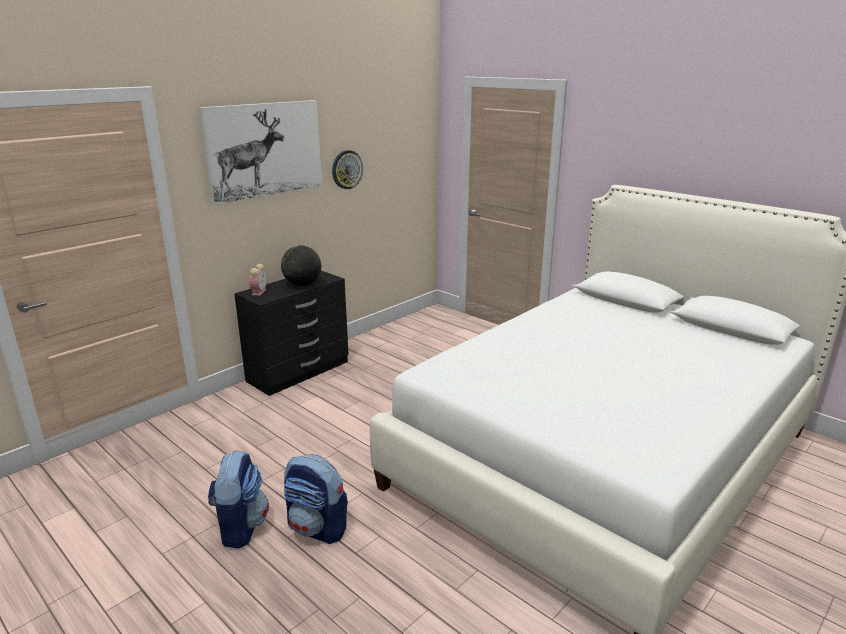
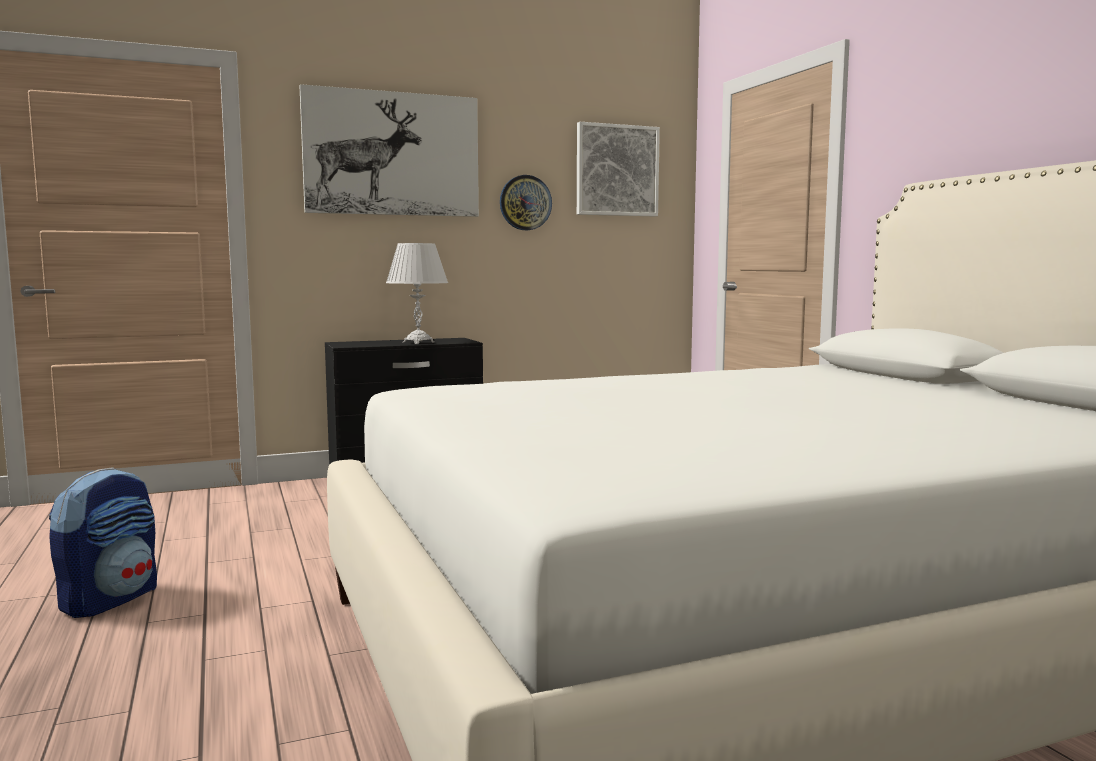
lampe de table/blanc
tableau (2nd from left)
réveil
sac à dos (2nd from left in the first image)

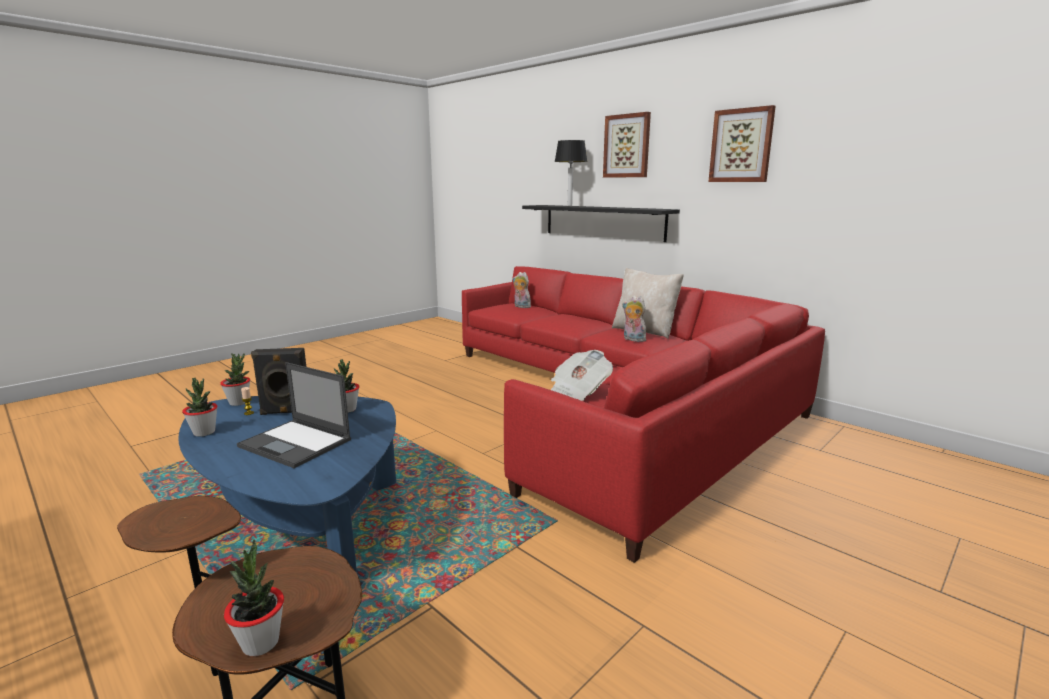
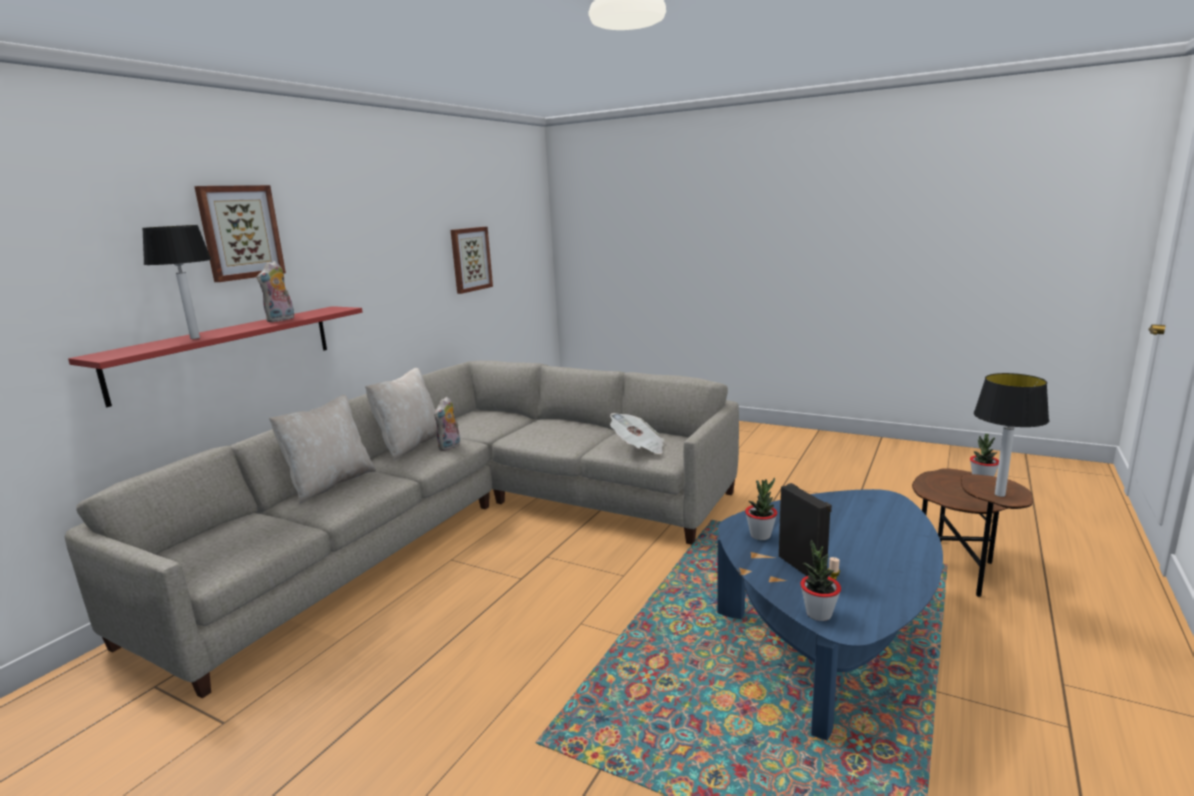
canapé/gris
étagère/rouge
peluche (1st from left)
coussin/beige (1st from left)
tableau (2nd from left)
lampe de table (2nd from left)
plante en pot (1st from left in the first image)
ordinateur portable

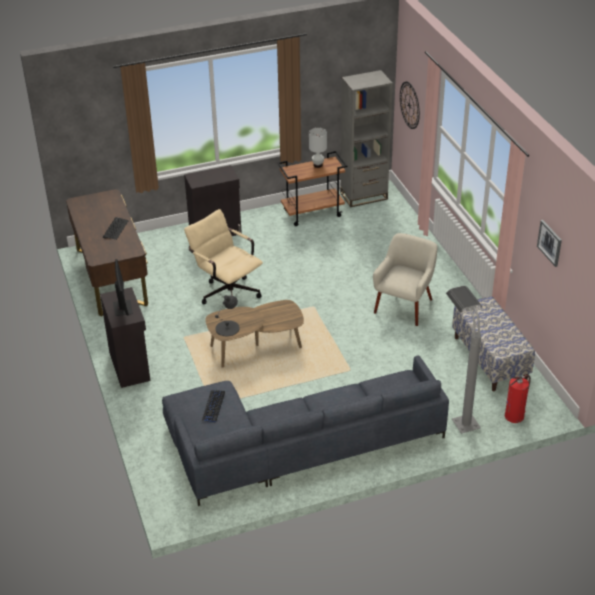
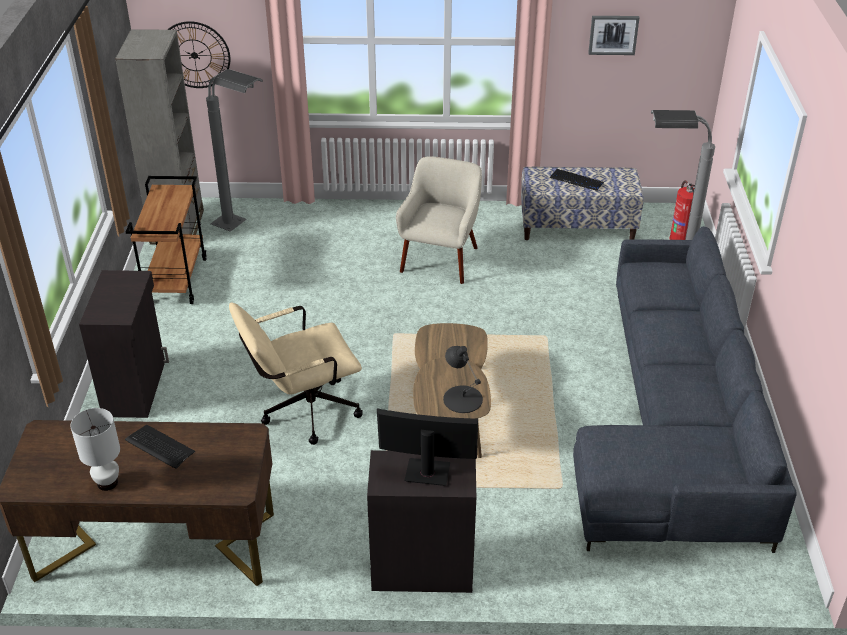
lampe de table/blanc
lampadaire/gris (1st from left)
fauteuil/beige
clavier (2nd from left)

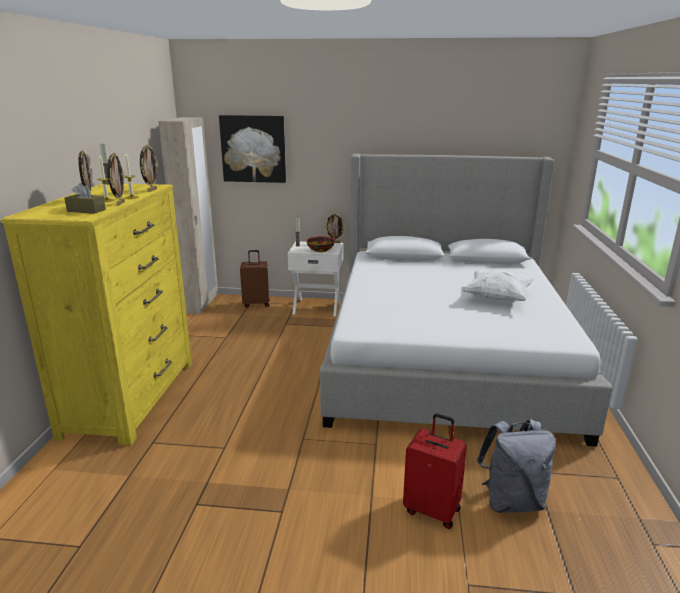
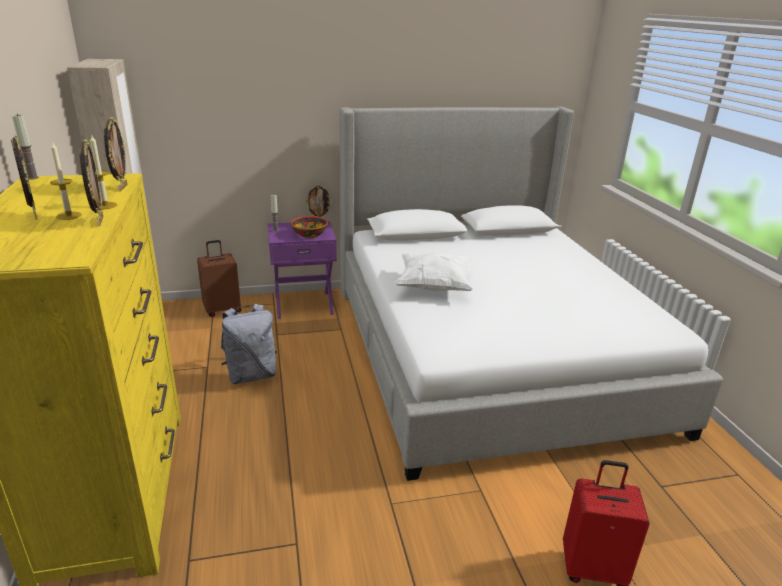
sac à dos/gris
table de chevet/violet
coussin/blanc
boîte à mouchoirs/marron
tableau

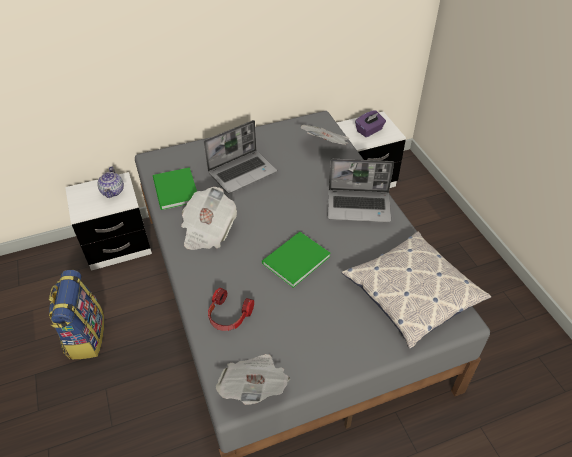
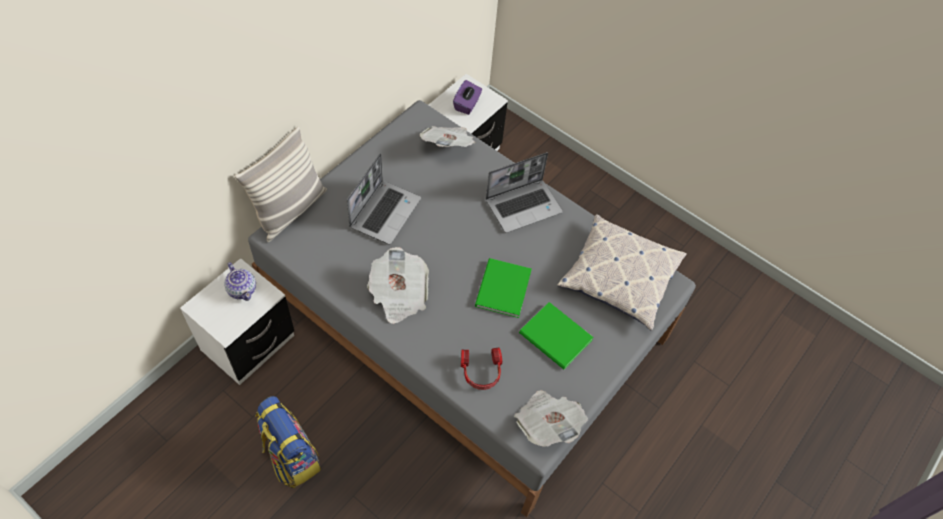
coussin (1st from left)
livre/vert (2nd from left)

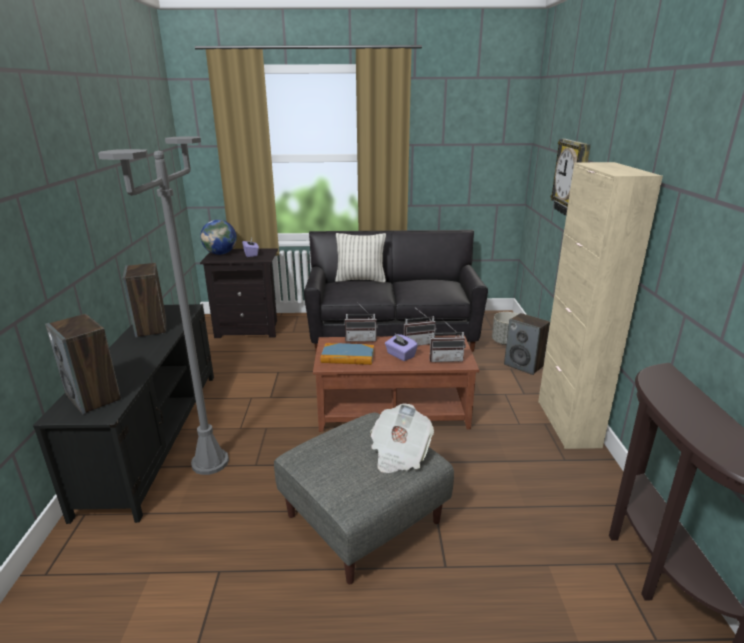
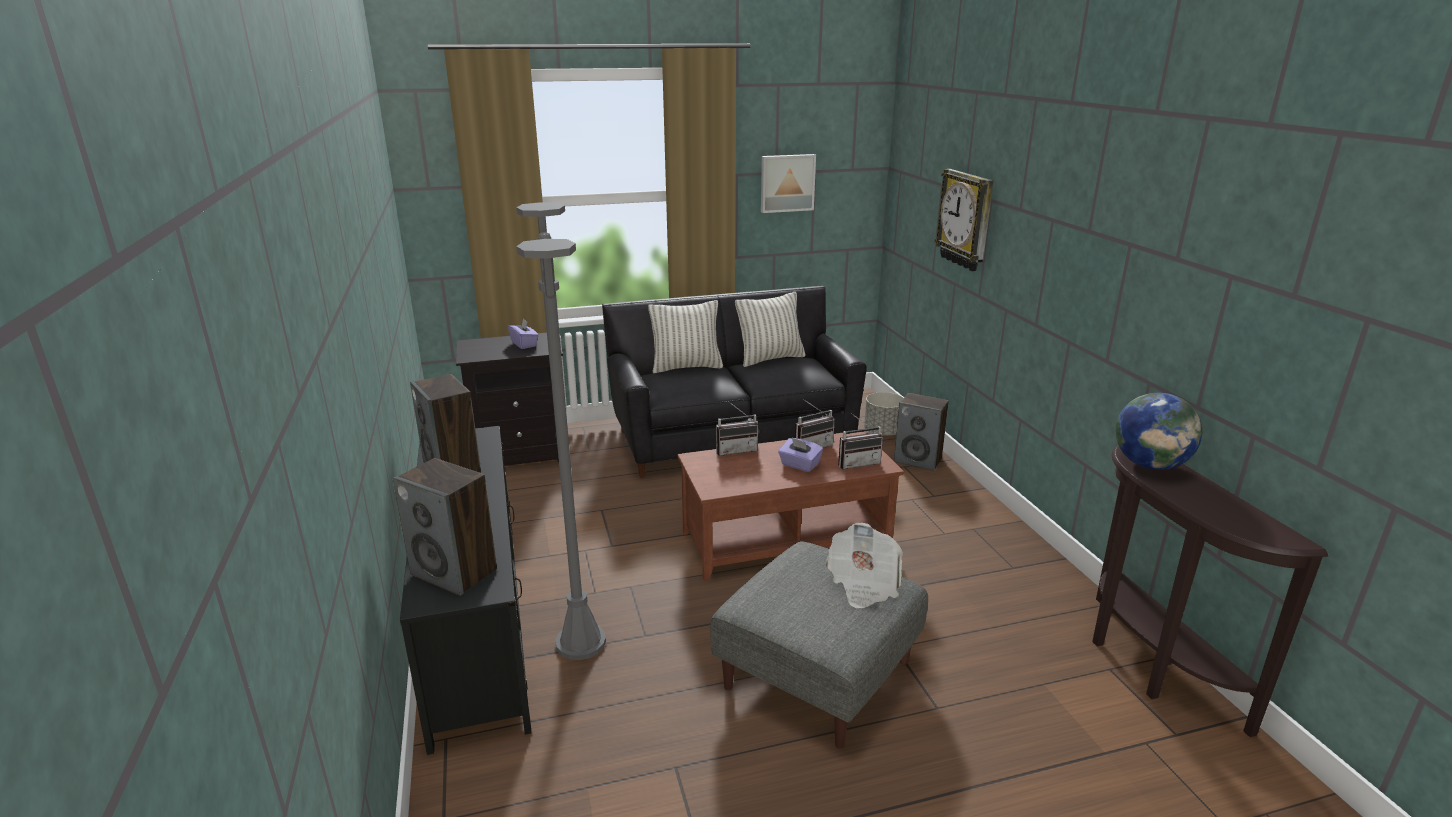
coussin (2nd from left)
tableau
globe
livre
meuble de rangement/beige

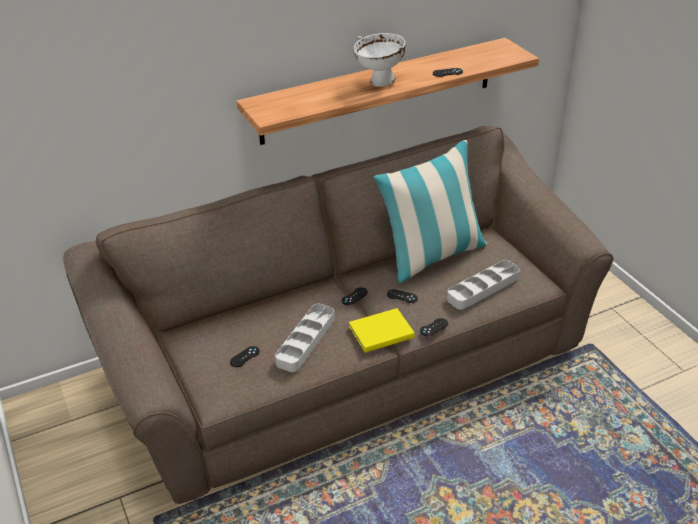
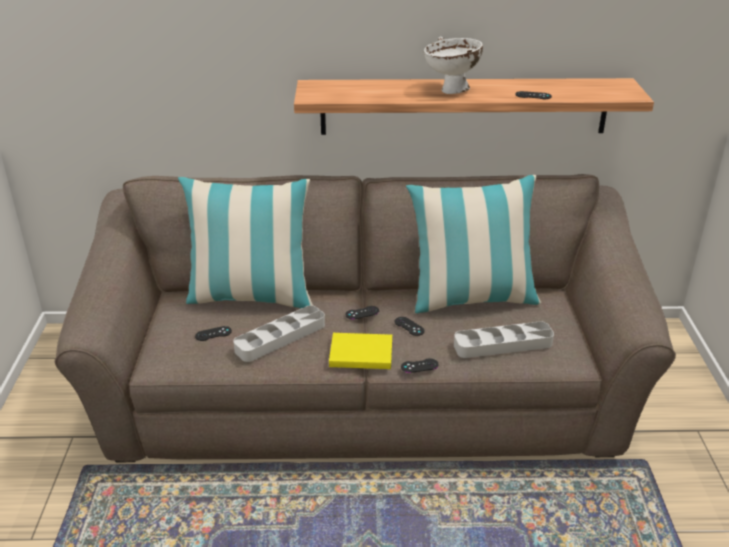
coussin (1st from left)

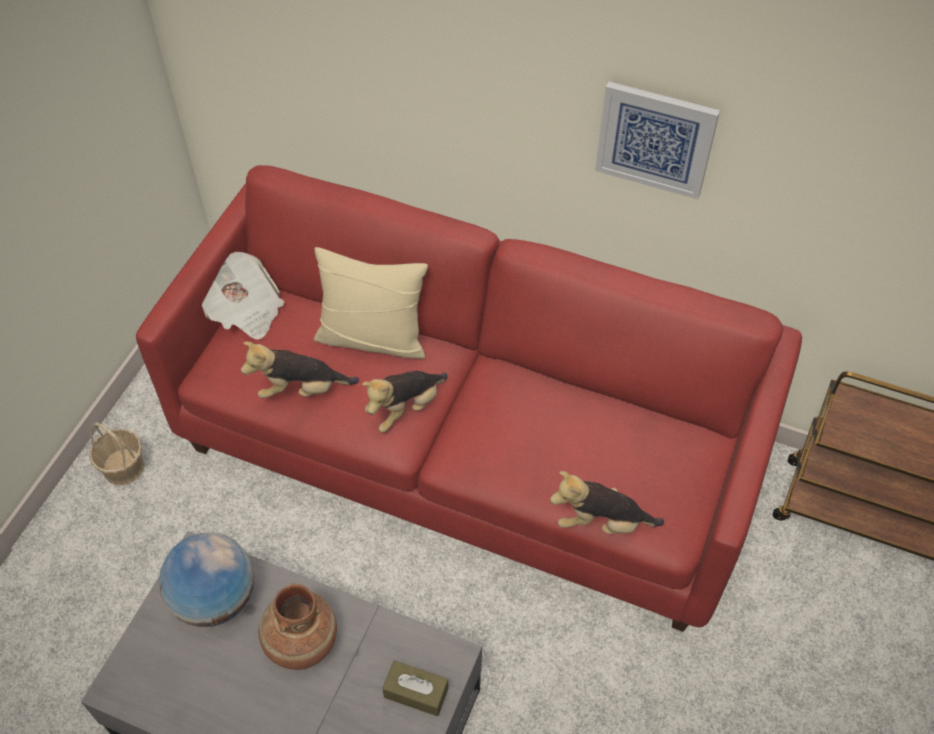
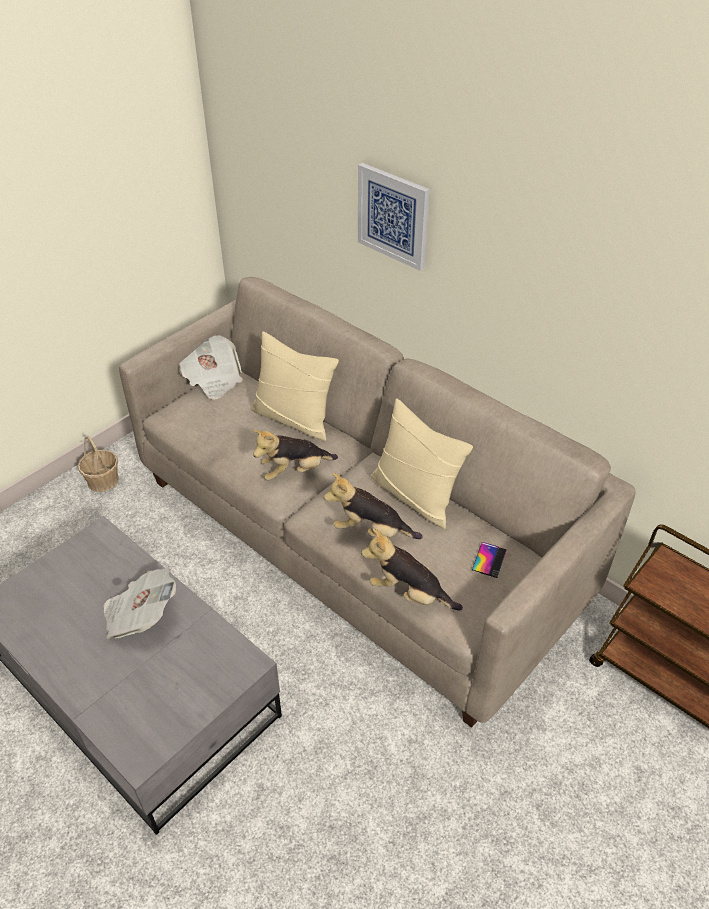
journal (1st from left)
canapé/beige
peluche (2nd from left)
tableau
coussin/beige (2nd from left)
téléphone
globe
boîte à mouchoirs/marron

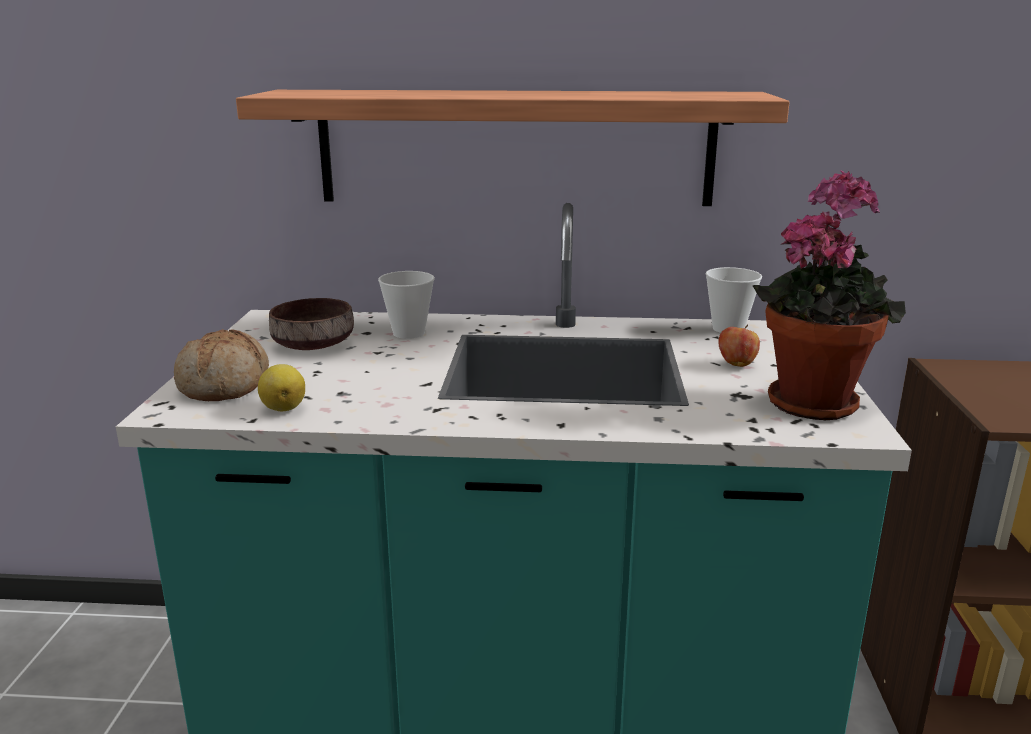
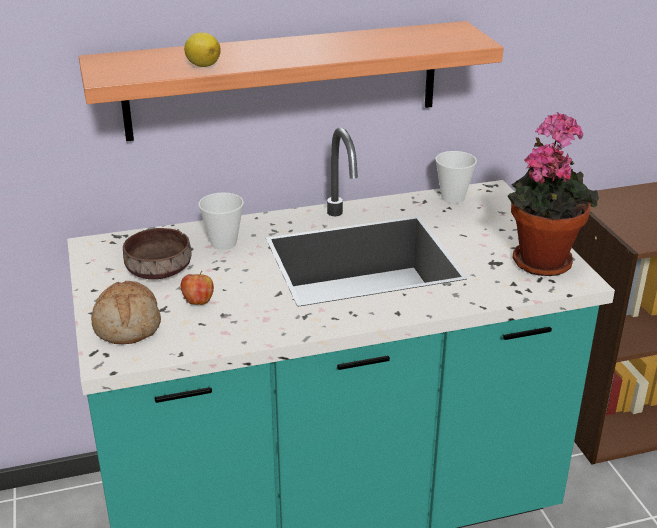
pomme
citron

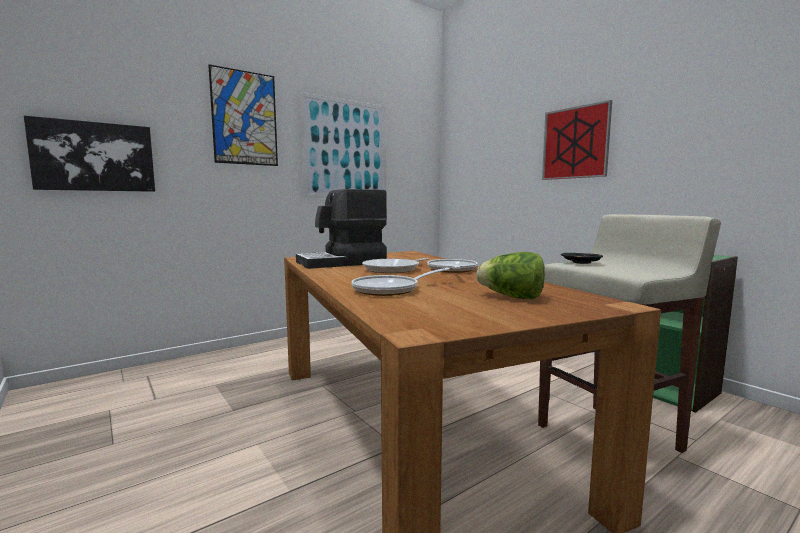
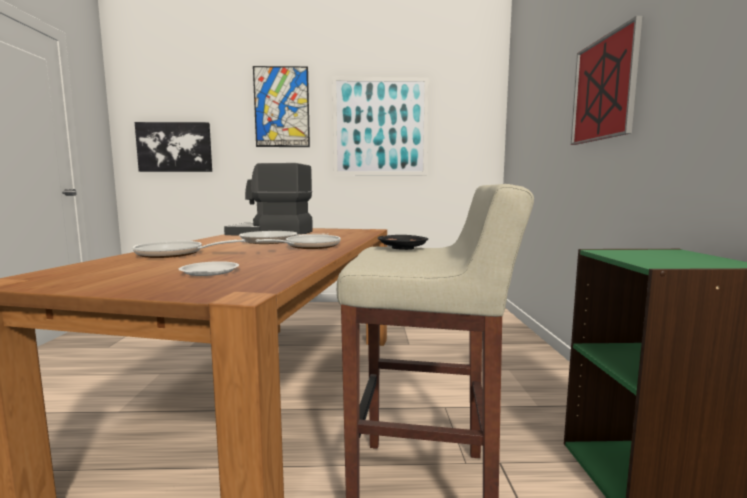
assiette/blanc

